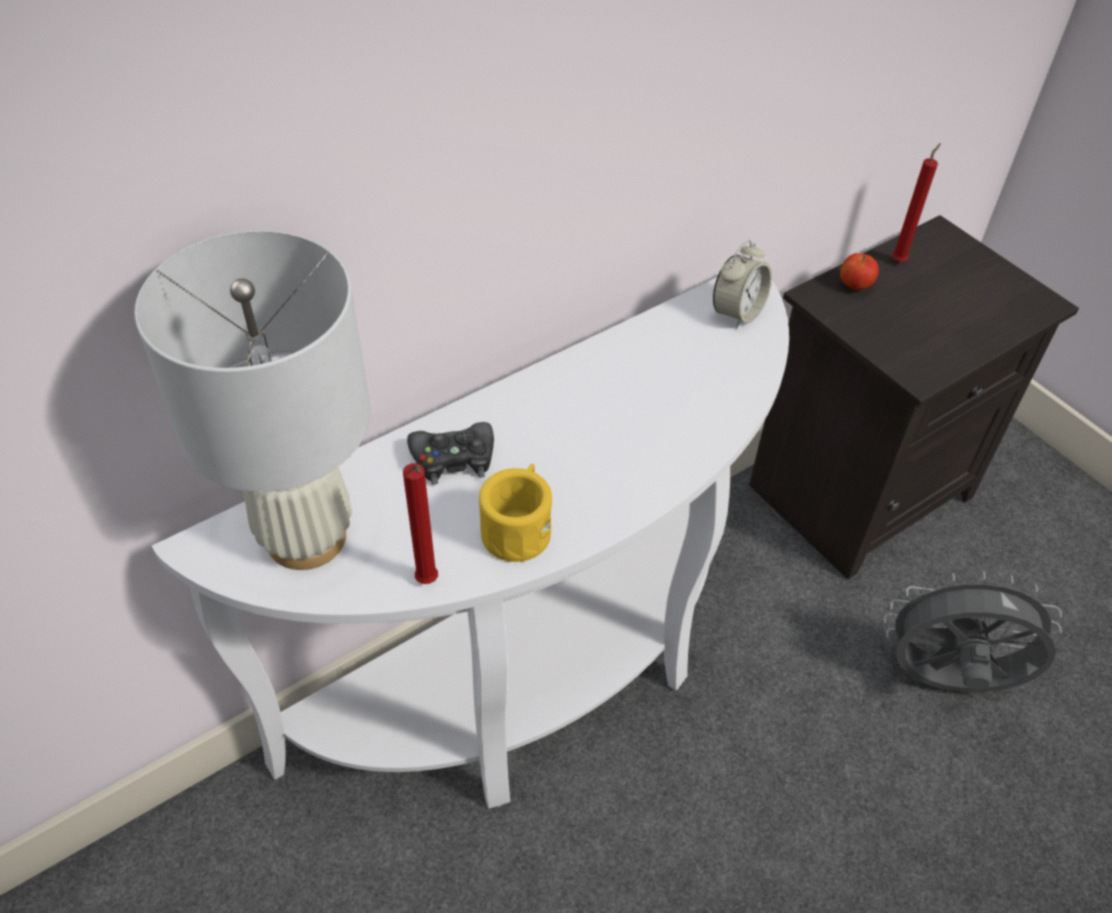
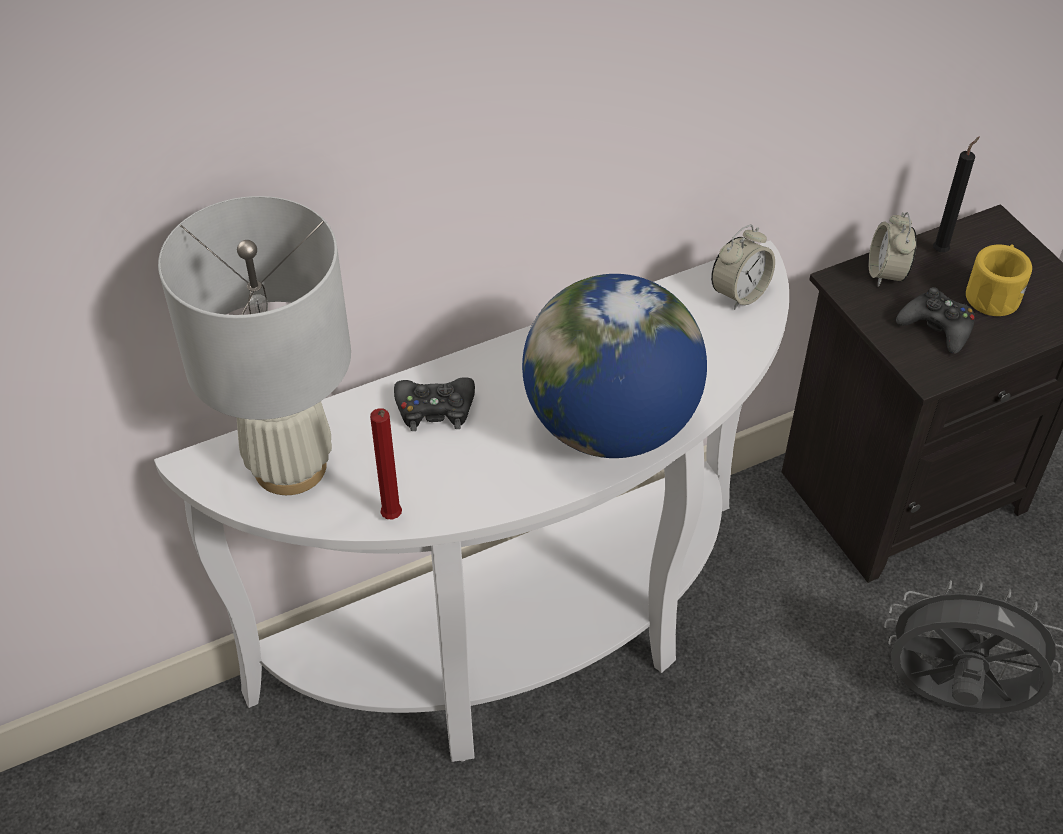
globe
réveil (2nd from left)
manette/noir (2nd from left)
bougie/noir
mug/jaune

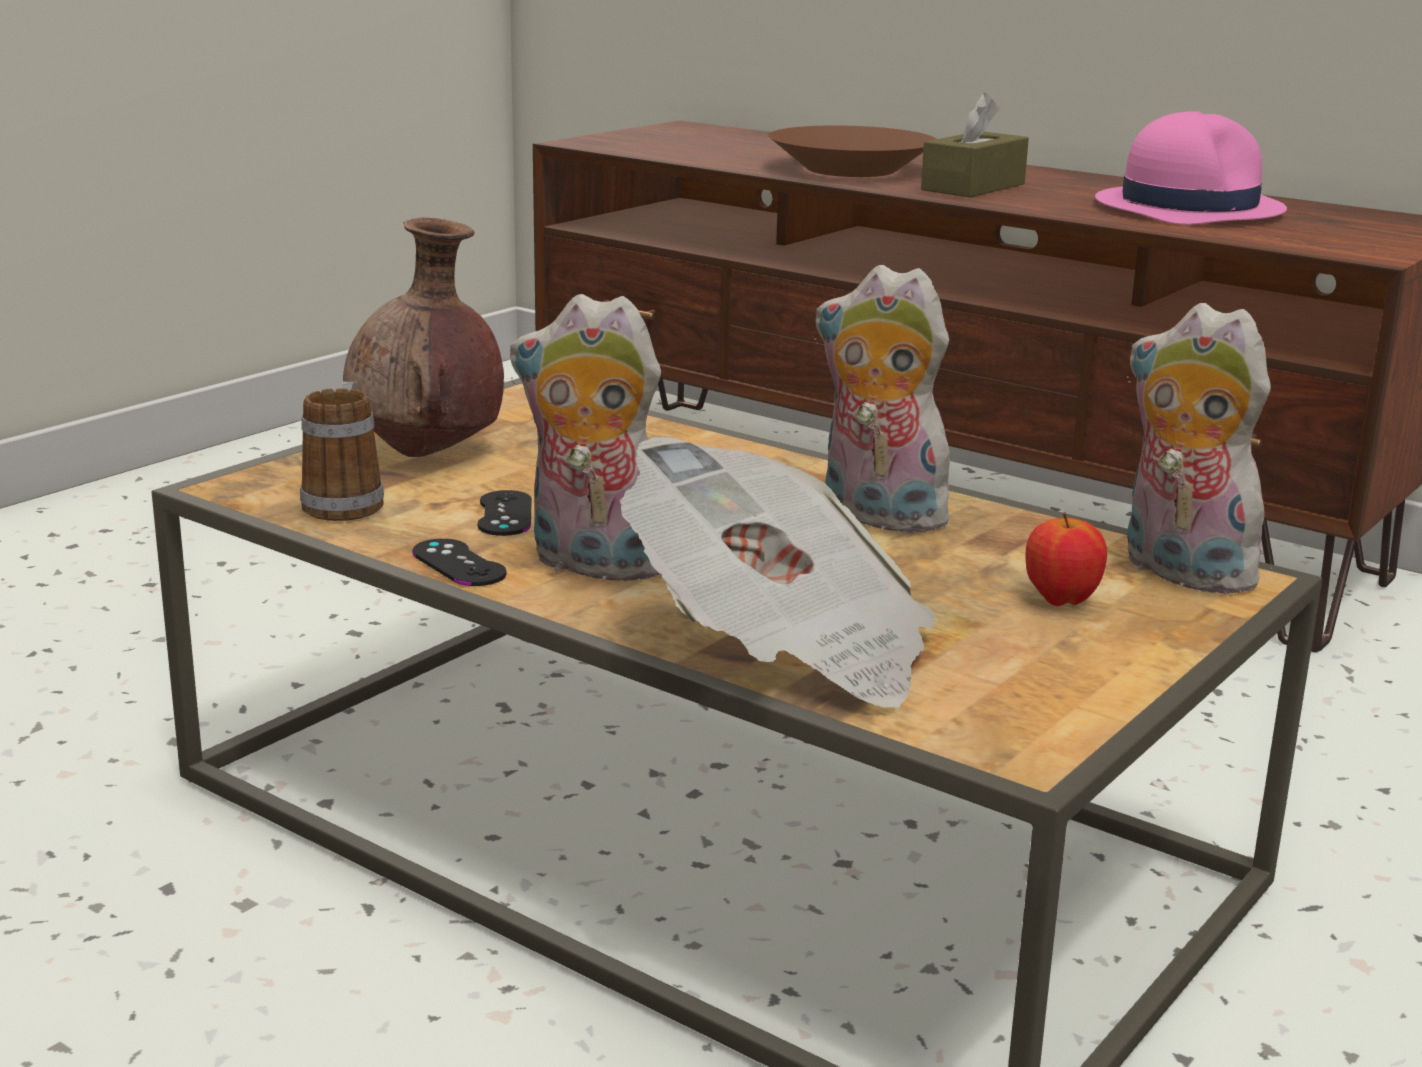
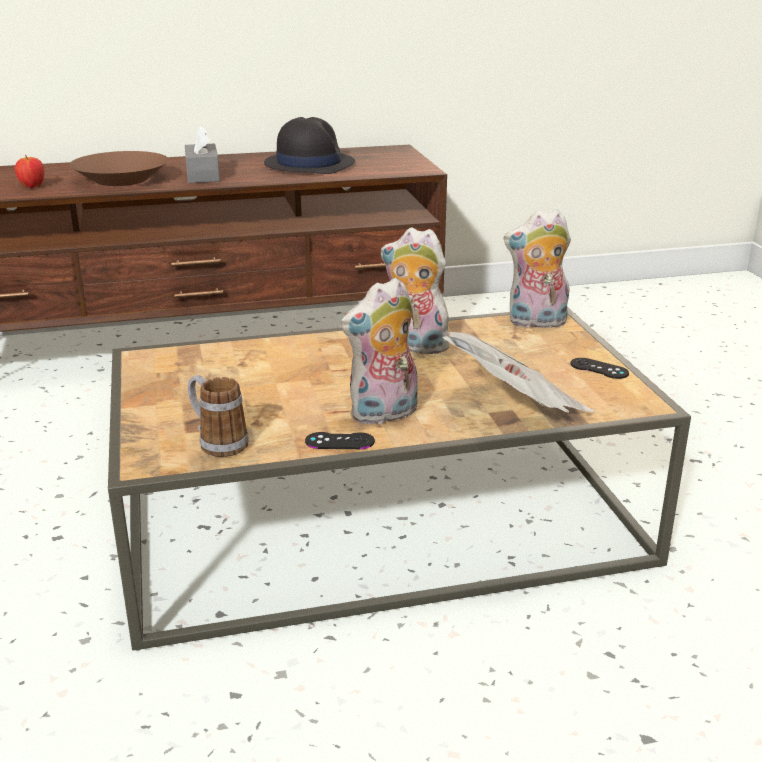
pomme
boîte à mouchoirs/gris
chapeau/noir
peluche (2nd from left)
manette/noir (2nd from left)
vase/marron

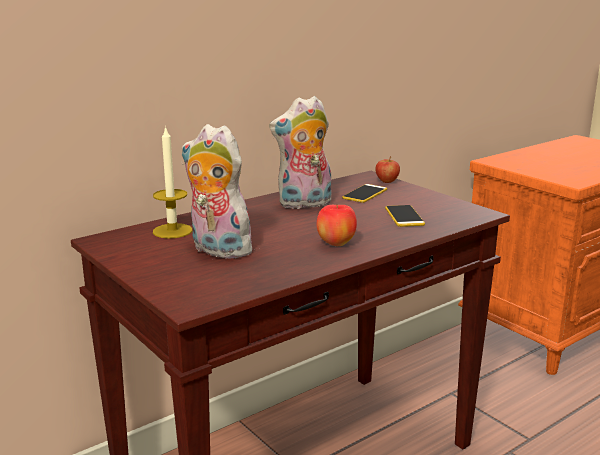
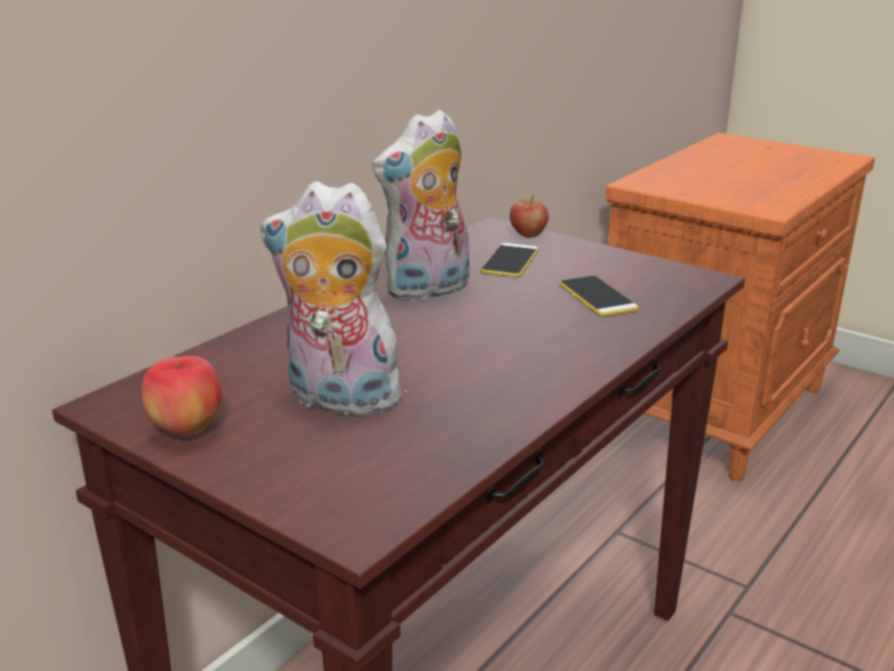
pomme (1st from left)
bougie

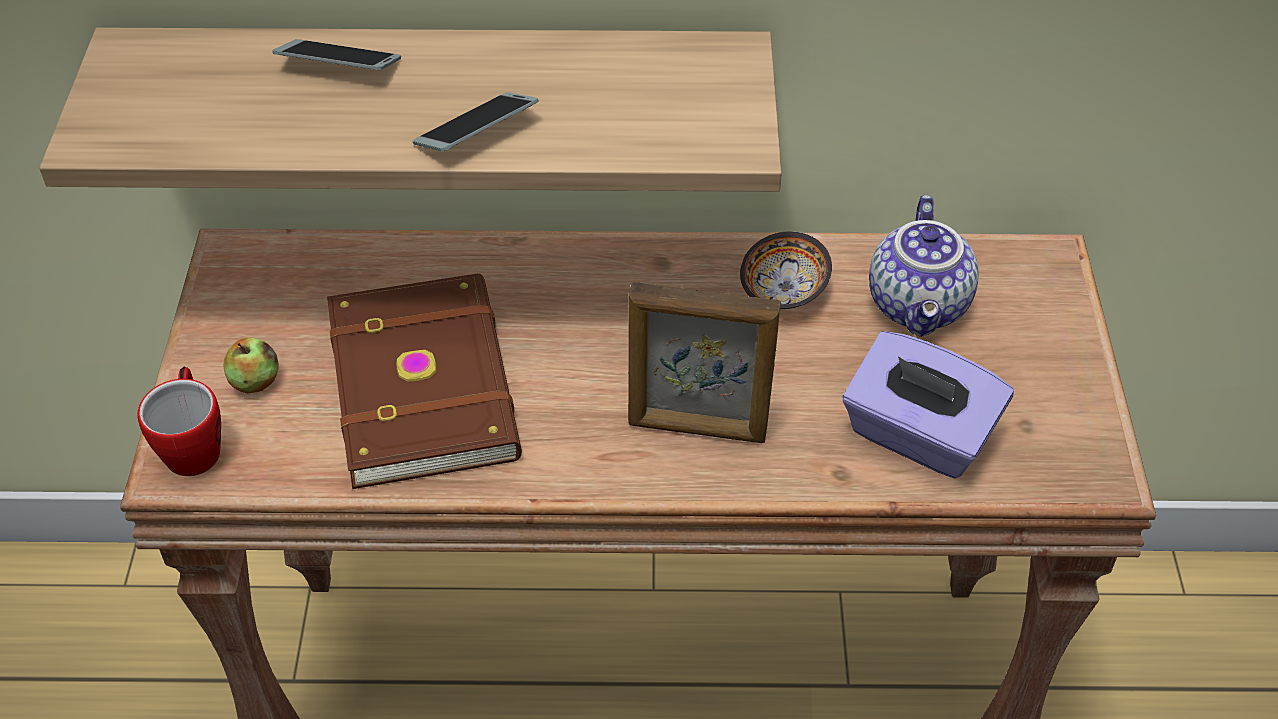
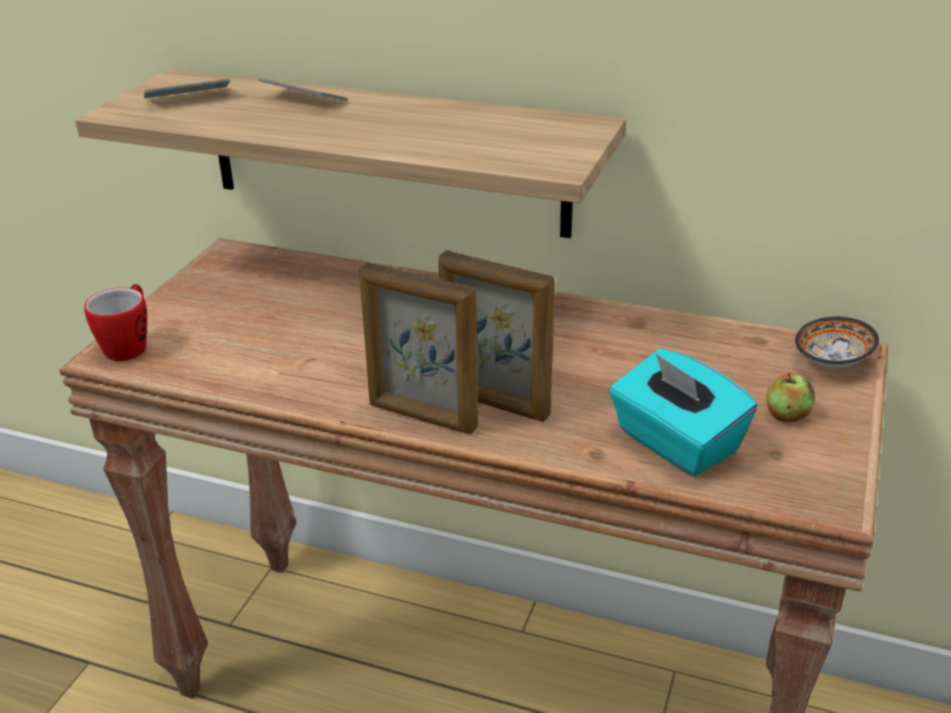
téléphone (1st from left)
cadre photo (1st from left)
boîte à mouchoirs/turquoise
pomme
bol
livre/marron
théière

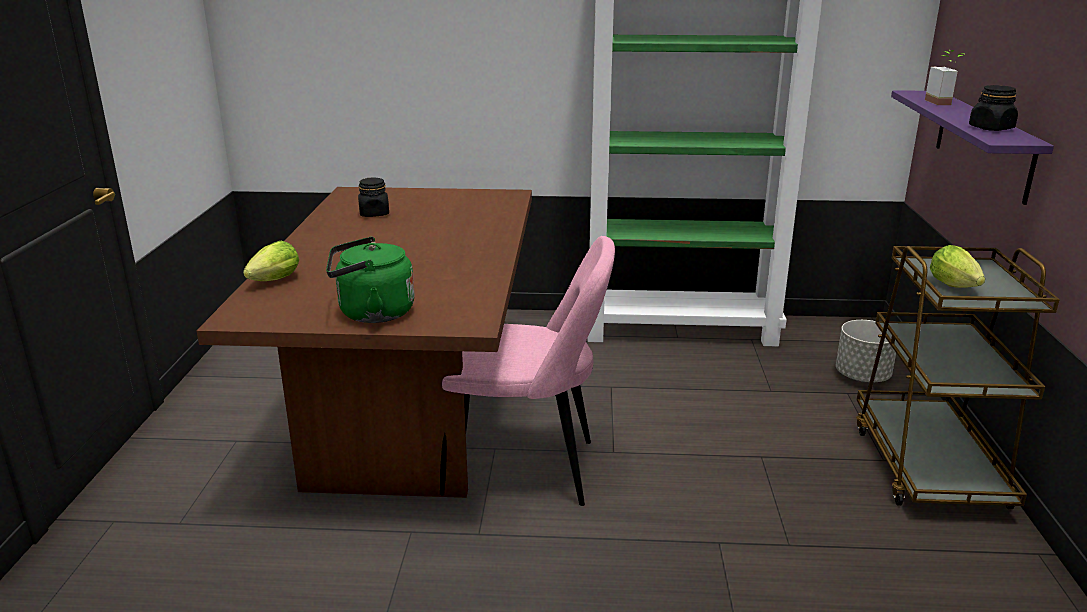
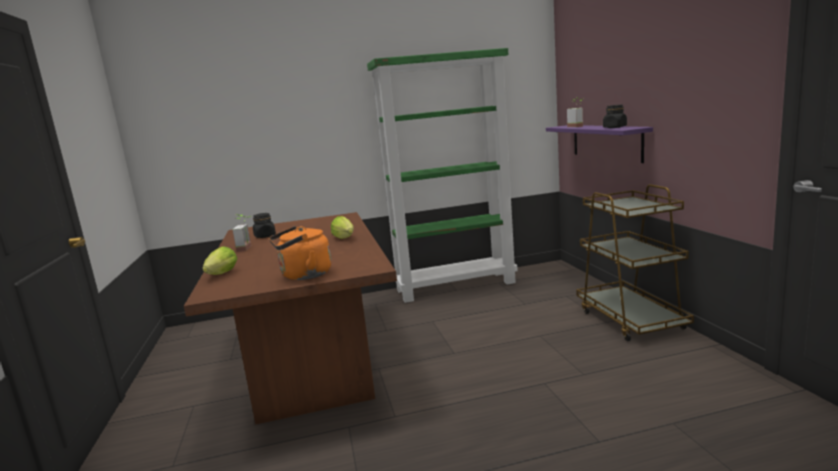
plante en pot (1st from left)
bouilloire/orange
laitue (2nd from left)
chaise/rose
cache-pot/gris

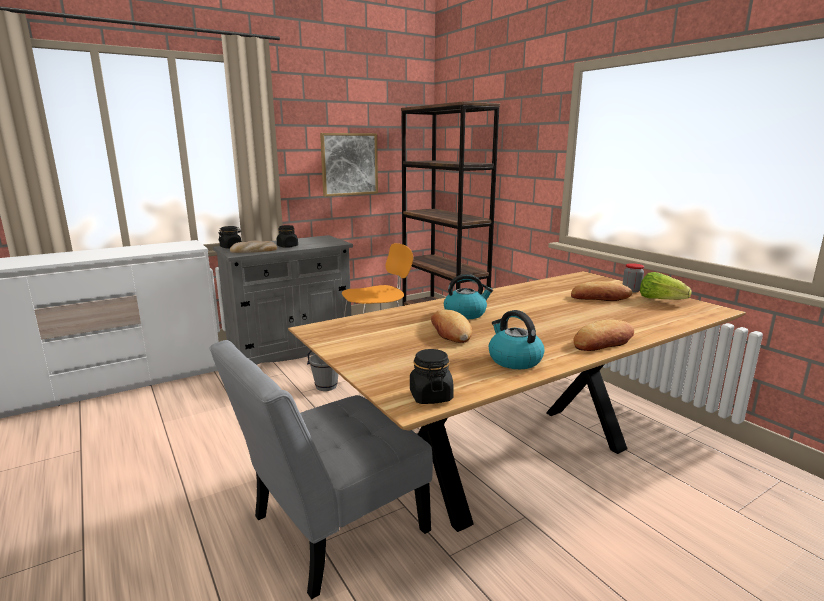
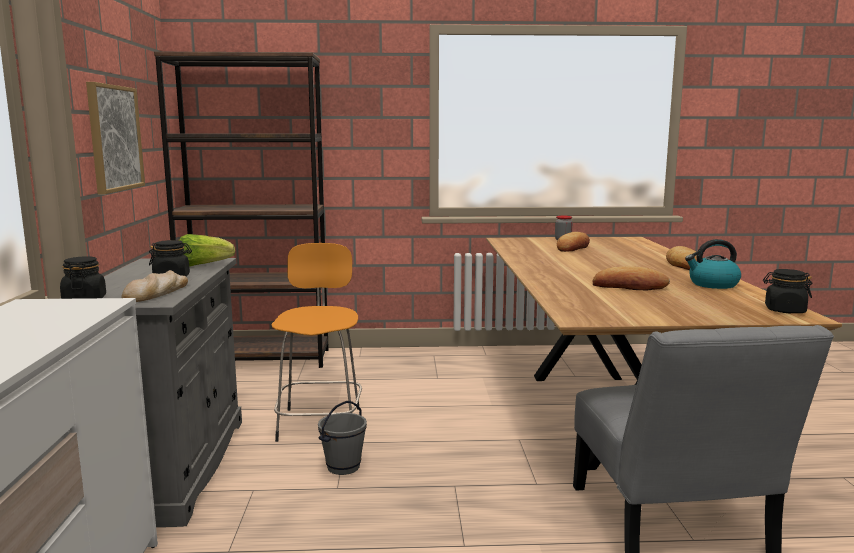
laitue
bouilloire (1st from left in the first image)

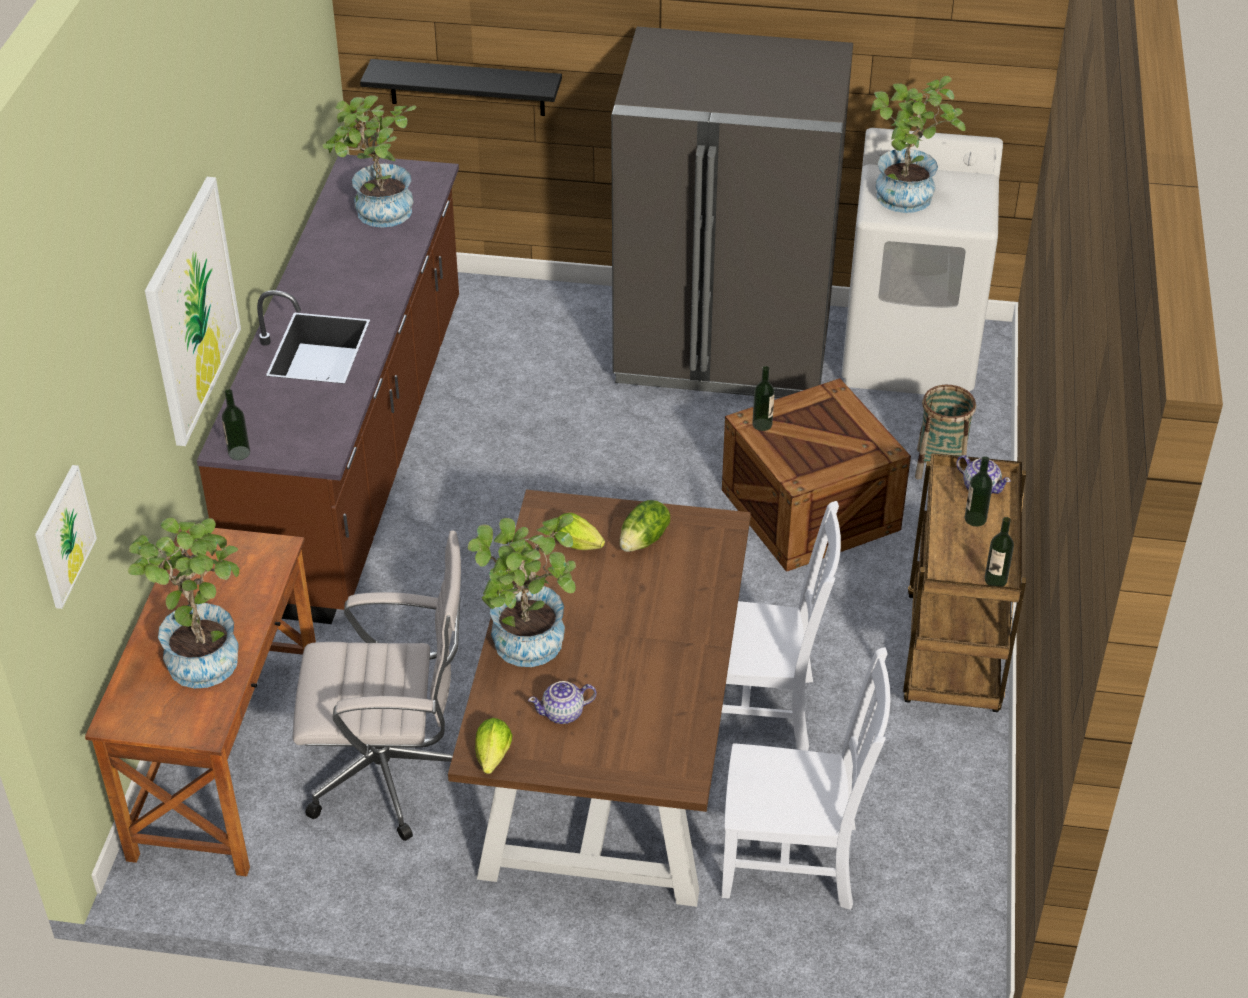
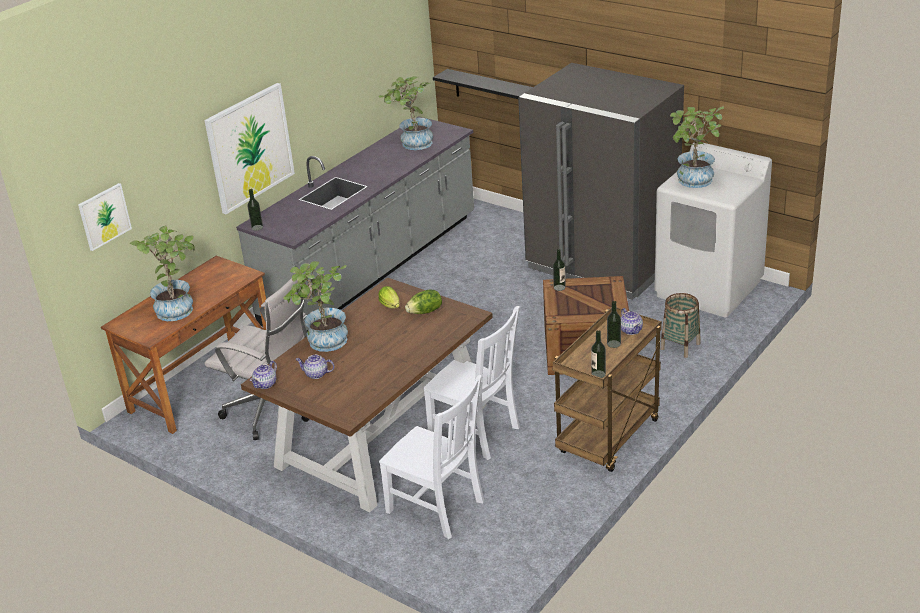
comptoir de cuisine/gris
théière (1st from left)

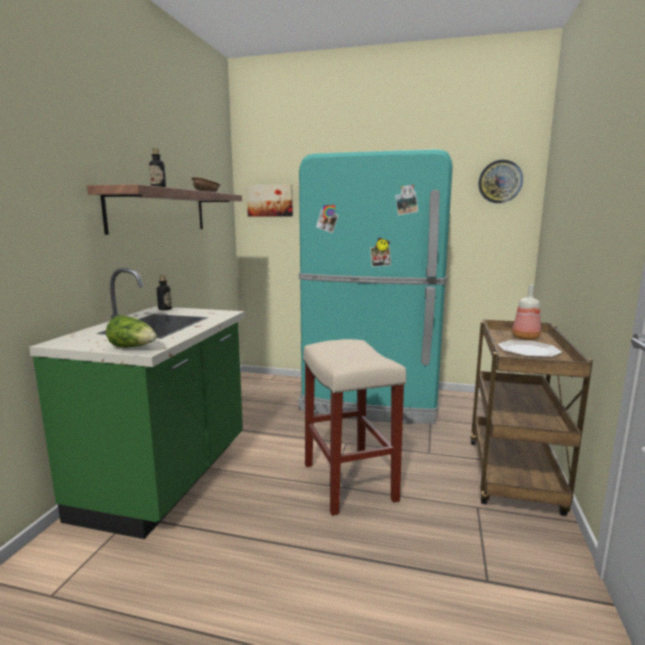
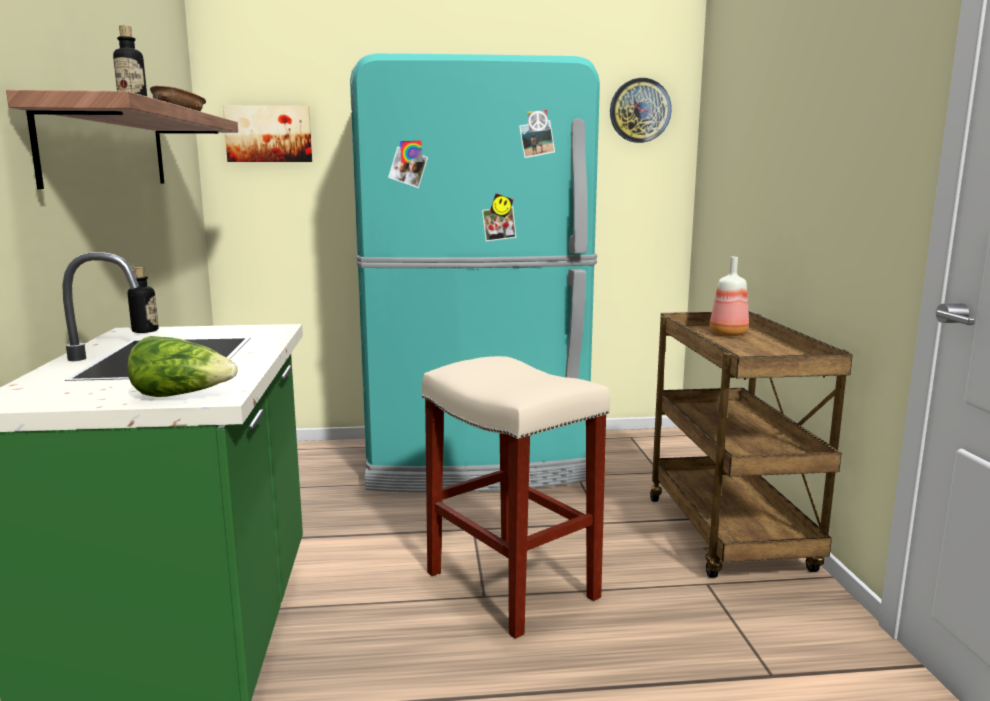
assiette

